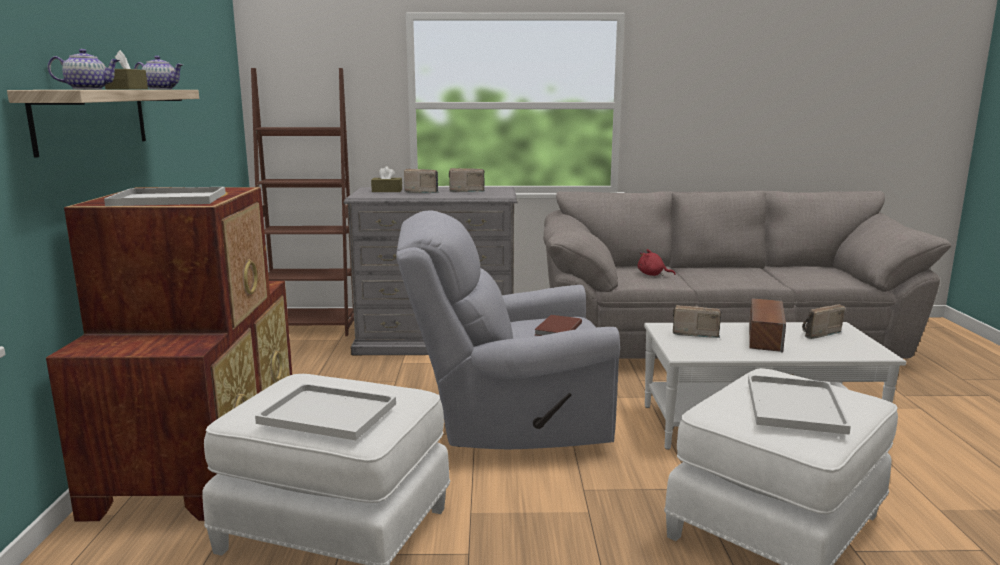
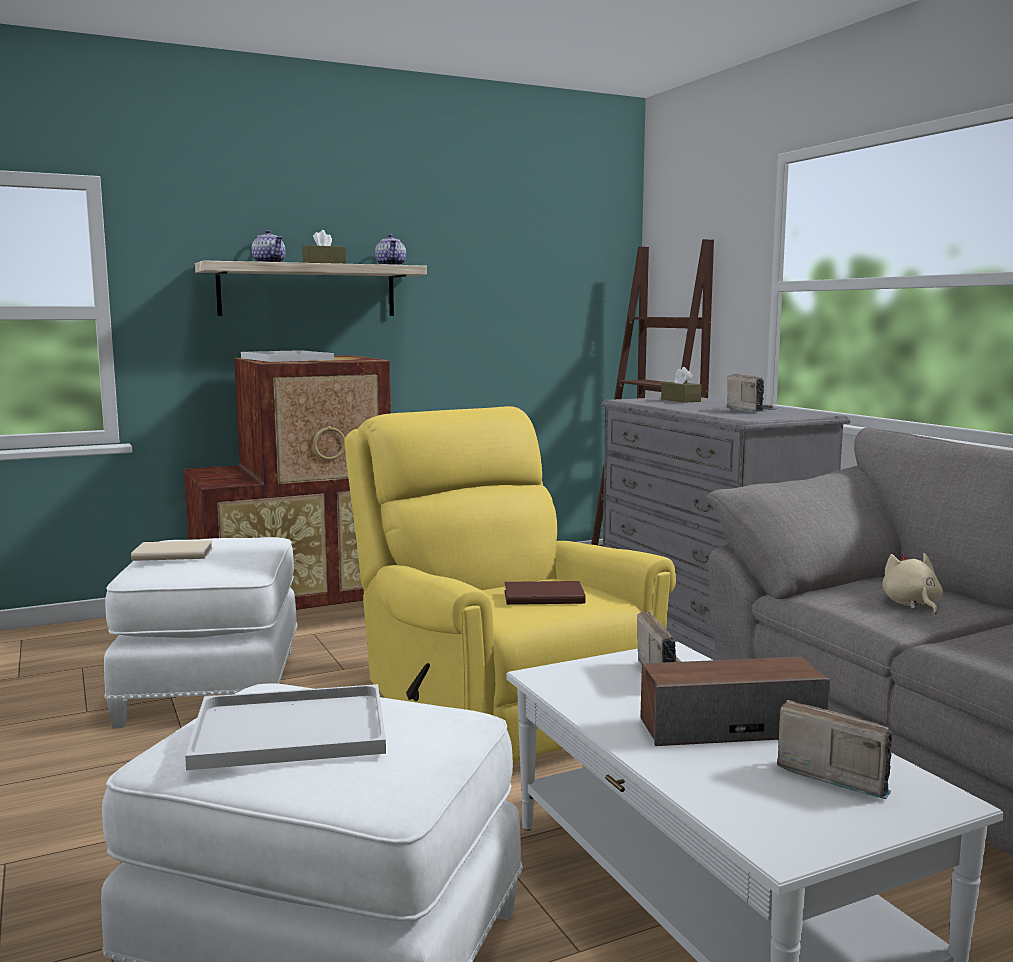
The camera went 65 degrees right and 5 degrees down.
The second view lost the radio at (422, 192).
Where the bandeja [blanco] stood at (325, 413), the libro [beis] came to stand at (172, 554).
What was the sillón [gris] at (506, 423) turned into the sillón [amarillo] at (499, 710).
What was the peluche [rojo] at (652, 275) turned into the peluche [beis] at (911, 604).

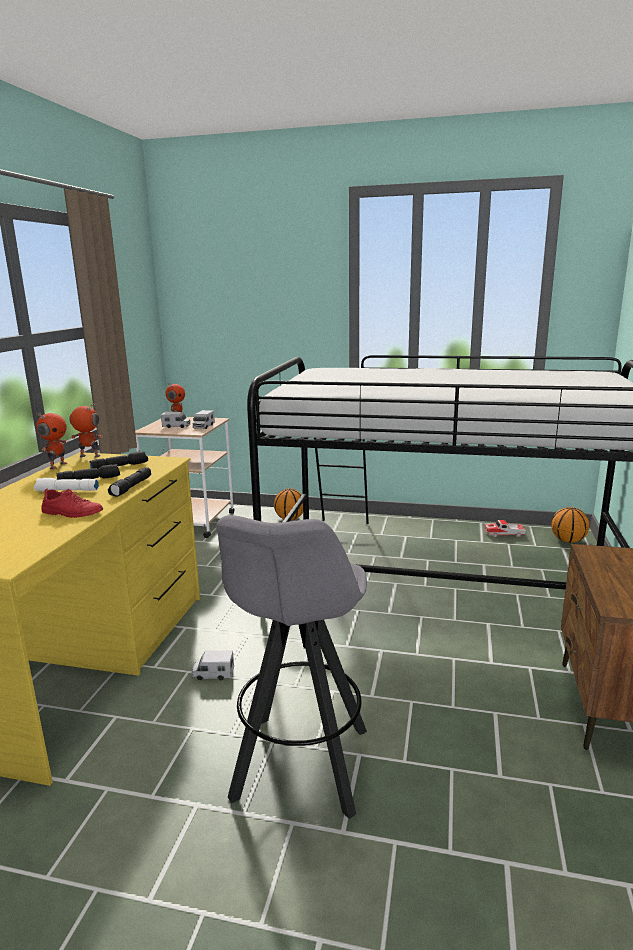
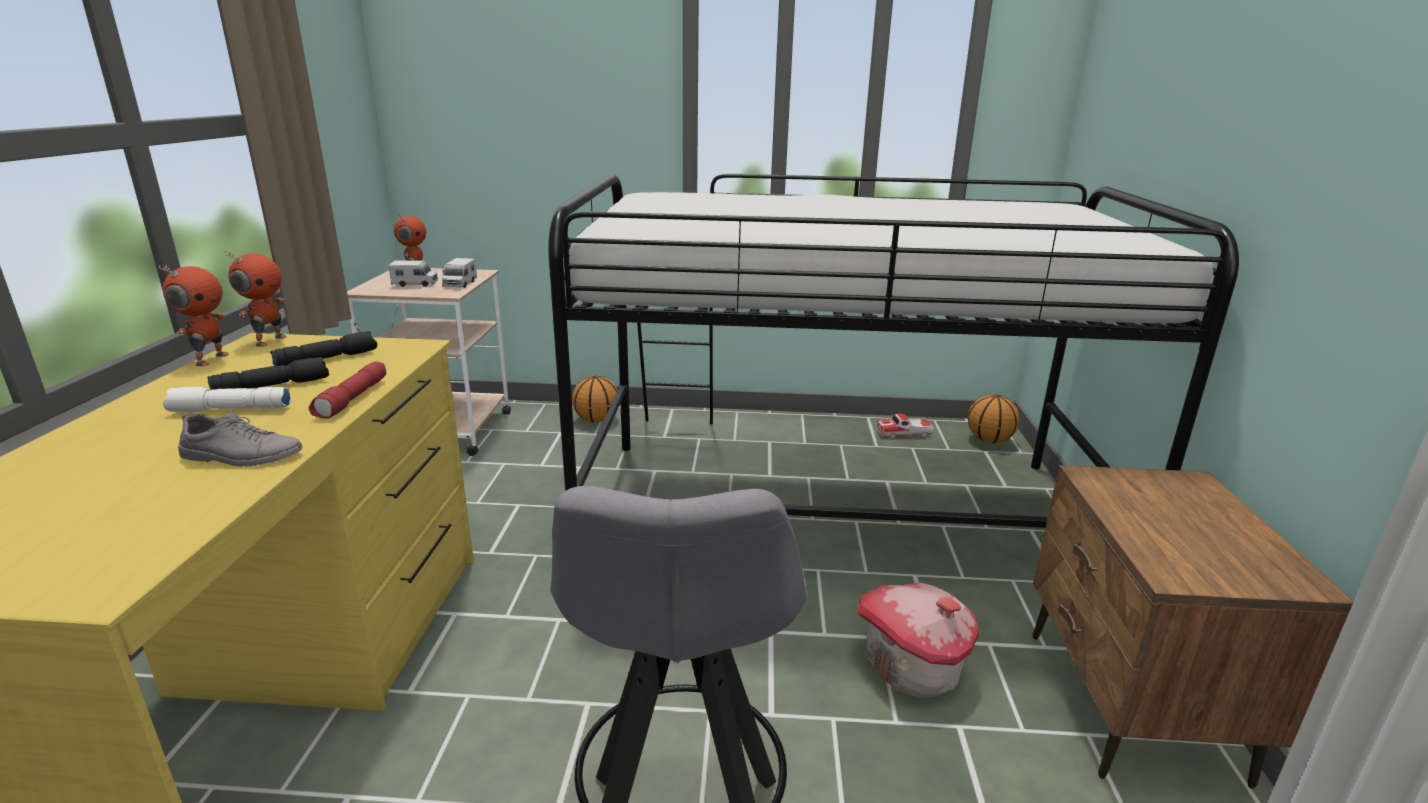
The camera went 10 degrees left and 5 degrees up.
The second view lost the camión de juguete at (213, 674).
The second view gained the casita at (912, 667).
What was the zapato [rojo] at (72, 513) turned into the zapato [gris] at (242, 456).
What was the linterna [negro] at (132, 487) turned into the linterna [rojo] at (353, 399).
The robot de juguete at (89, 456) ended up facing another way, 105 degrees clockwise from before.

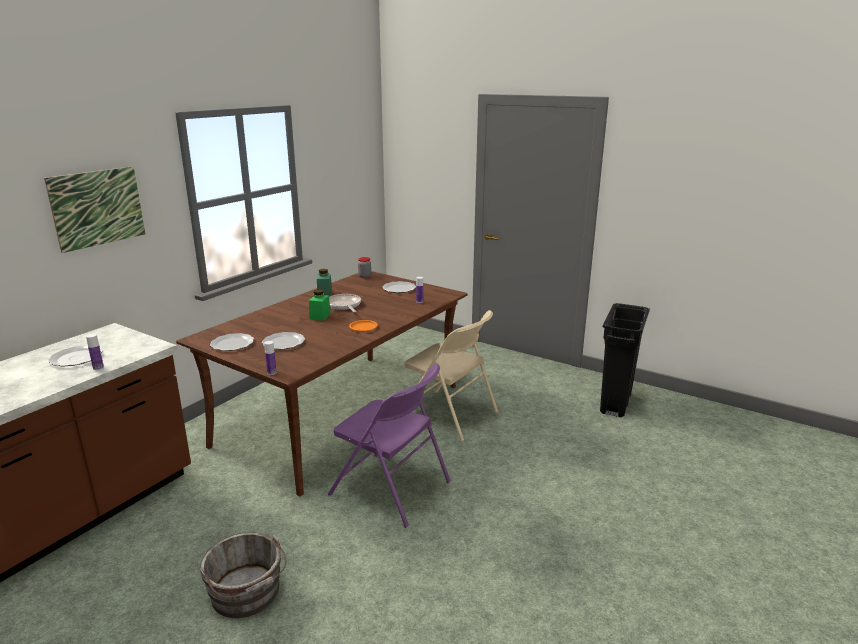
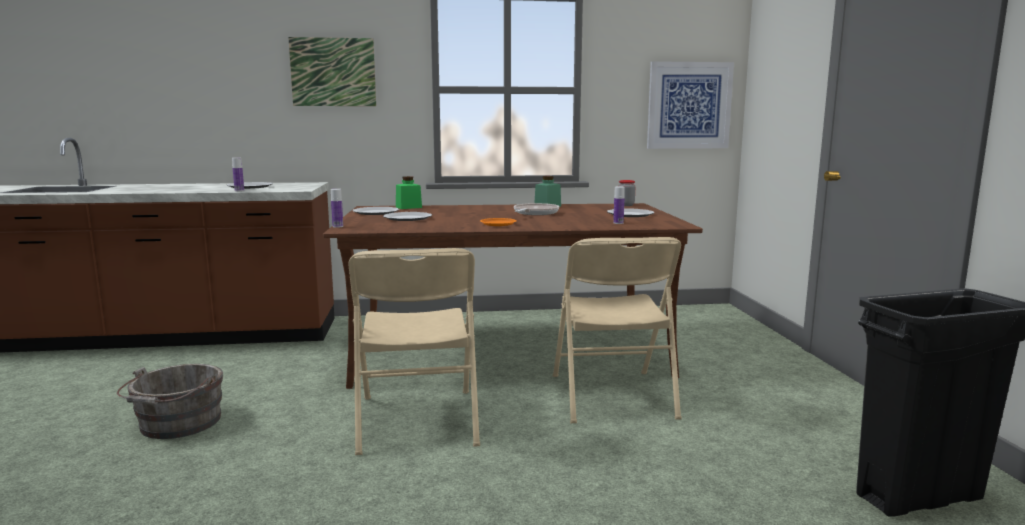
The camera went 50 degrees right and 10 degrees down.
The second view gained the cuadro at (689, 105).
The tarro [verde] ended up elsewhere, having gone from (320, 316) to (408, 207).
What was the silla [morado] at (390, 488) turned into the silla [beis] at (417, 420).

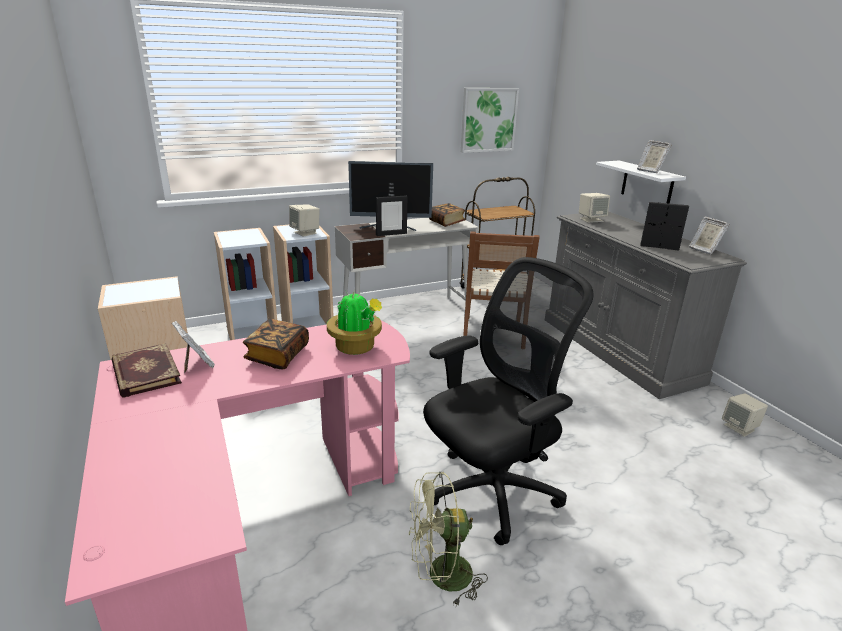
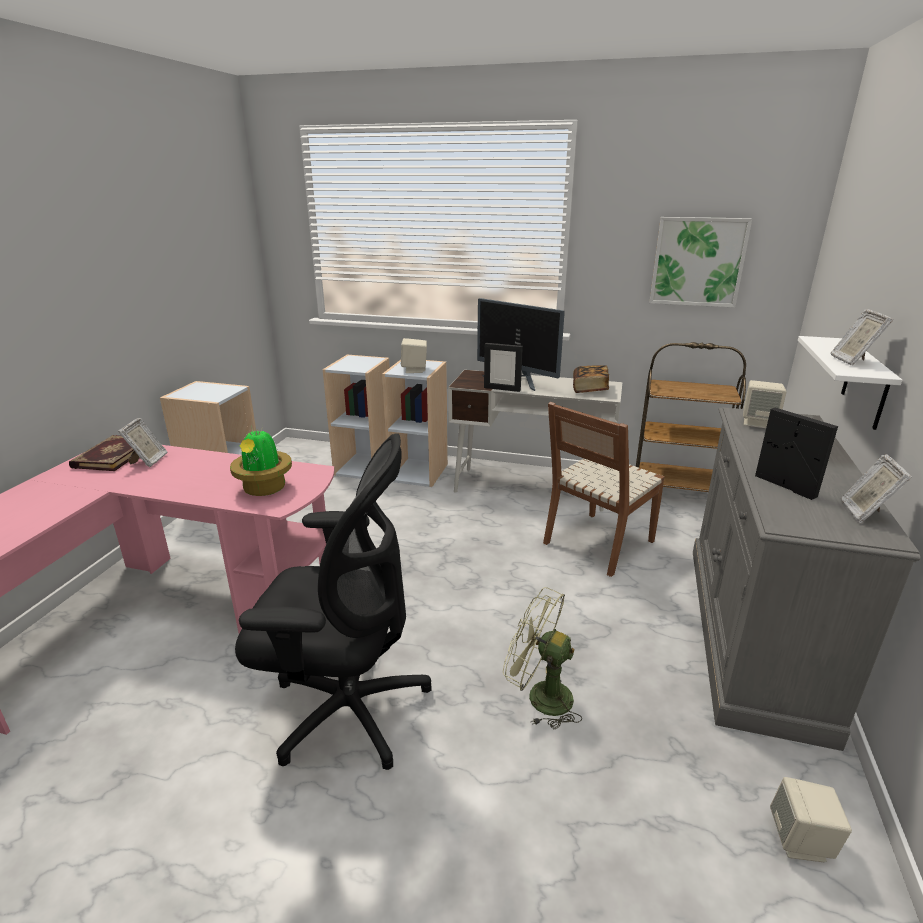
The camera went 40 degrees right and 0 degrees up.
The second view lost the libro at (278, 355).
The ventilador [verde] ended up elsewhere, having gone from (441, 576) to (540, 696).

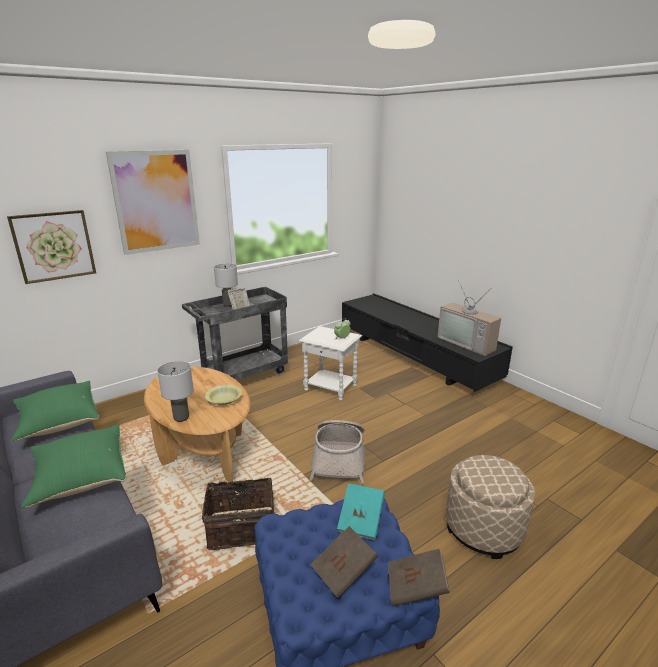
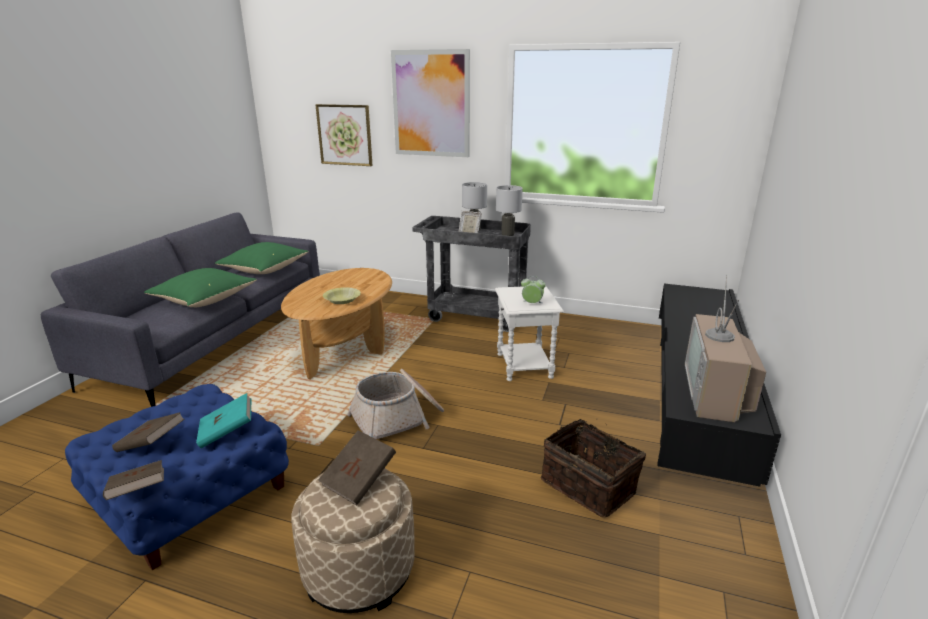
The camera went 55 degrees right and 0 degrees up.
The second view gained the libro [marrón] at (359, 480).
The lámpara de mesa [blanco] ended up elsewhere, having gone from (180, 418) to (507, 235).
The cesta ended up elsewhere, having gone from (241, 526) to (589, 485).

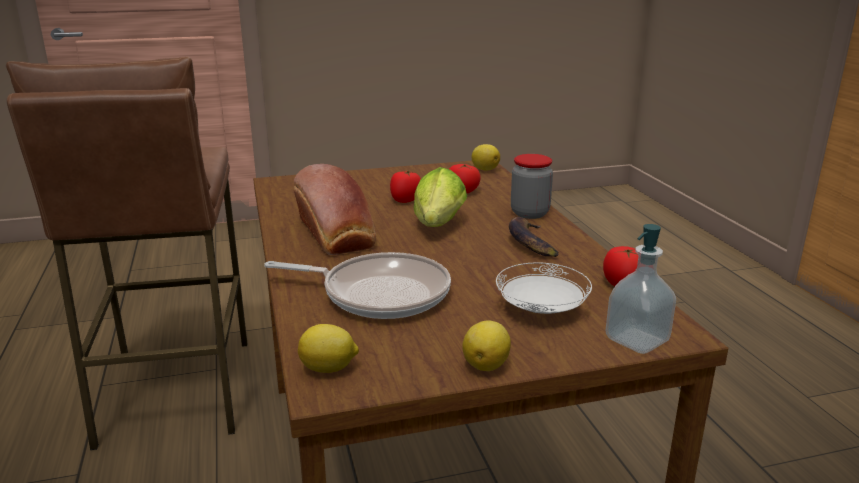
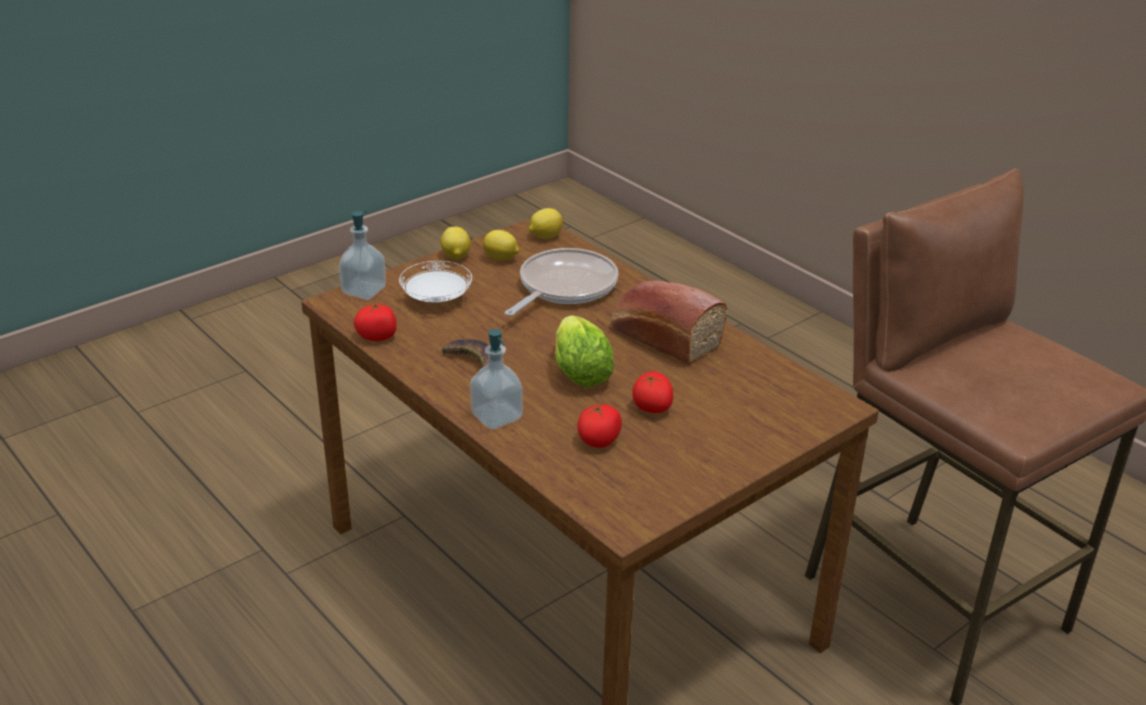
The camera went 155 degrees right and 10 degrees up.
The limón ended up elsewhere, having gone from (484, 169) to (501, 259).
Where the tarro stood at (529, 213), the dispensador de jabón came to stand at (496, 417).
The sartén at (379, 293) ended up facing another way, 135 degrees clockwise from before.

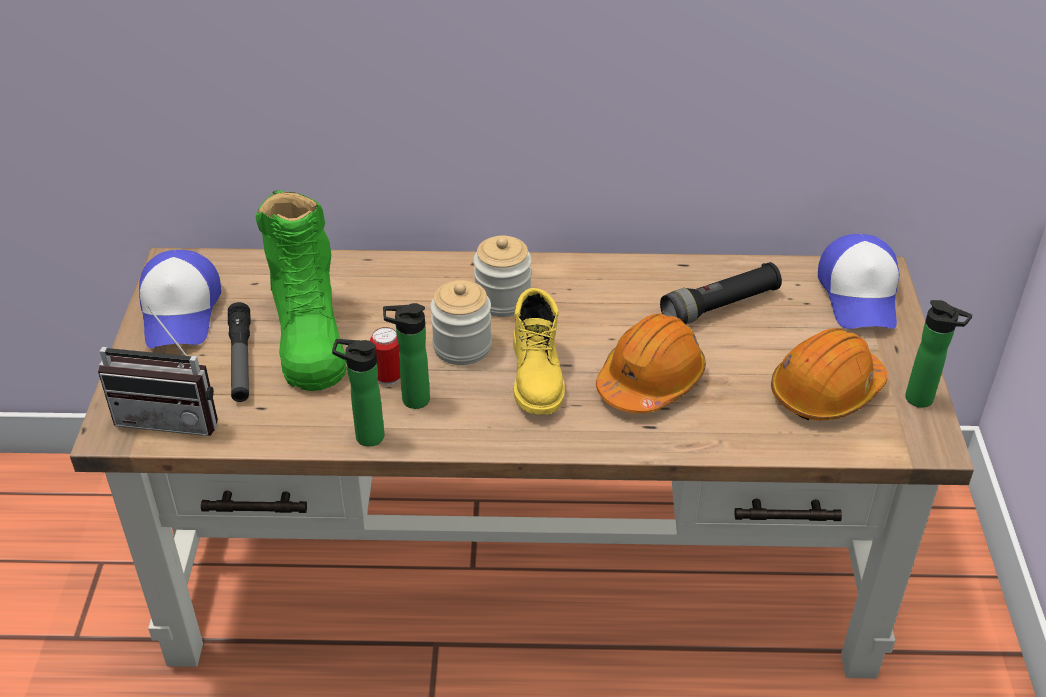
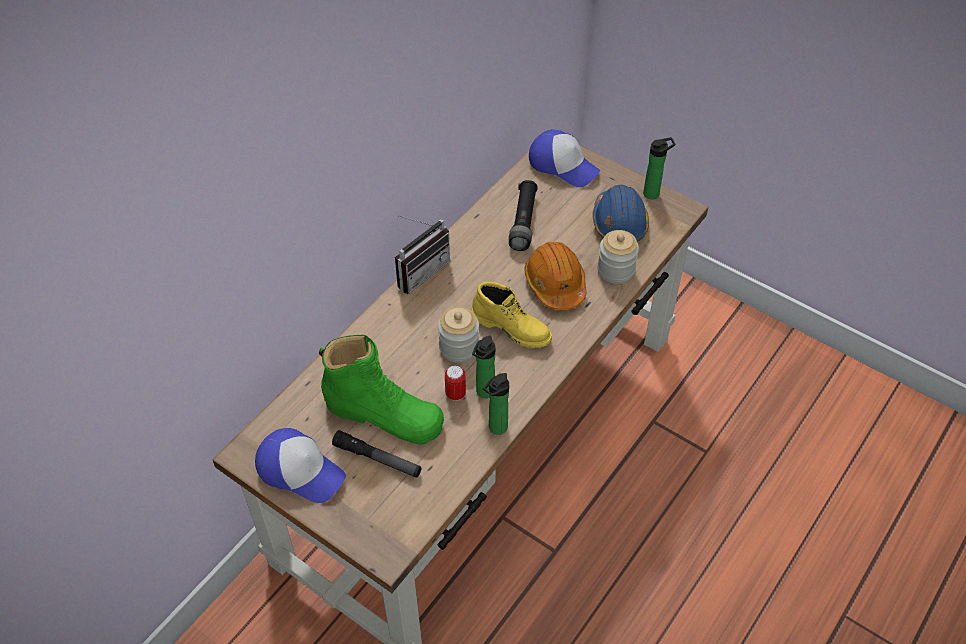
The camera went 55 degrees left and 10 degrees up.
The radio ended up elsewhere, having gone from (172, 416) to (419, 270).
The tarro ended up elsewhere, having gone from (503, 300) to (615, 270).
What was the casco [naranja] at (826, 391) turned into the casco [azul] at (619, 223).

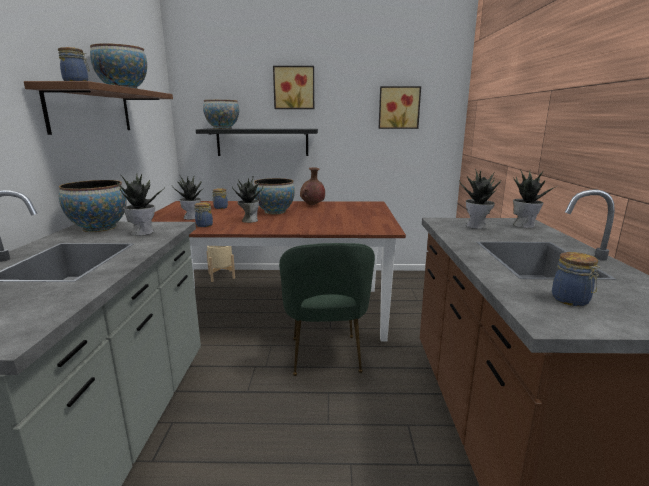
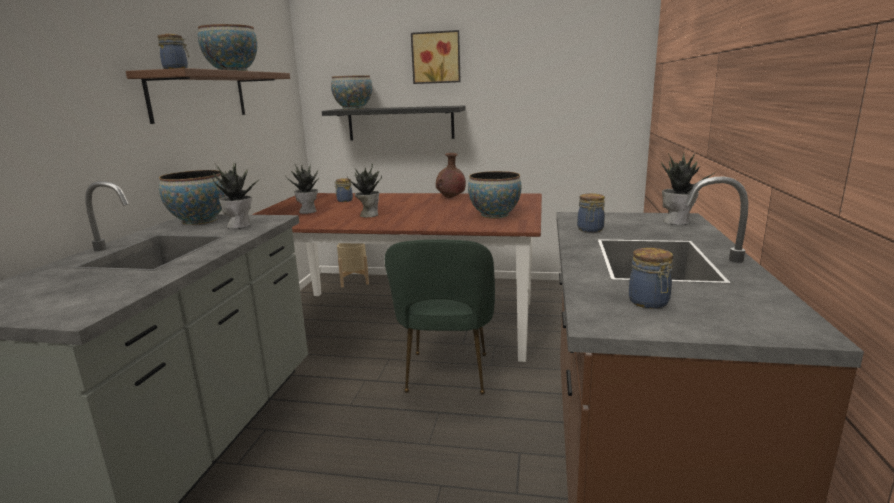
The camera went 10 degrees right and 0 degrees up.
The second view lost the cuadro at (398, 107).
The second view lost the planta en maceta at (477, 226).
The tarro ended up elsewhere, having gone from (204, 225) to (590, 230).
The cuenco ended up elsewhere, having gone from (275, 212) to (494, 215).

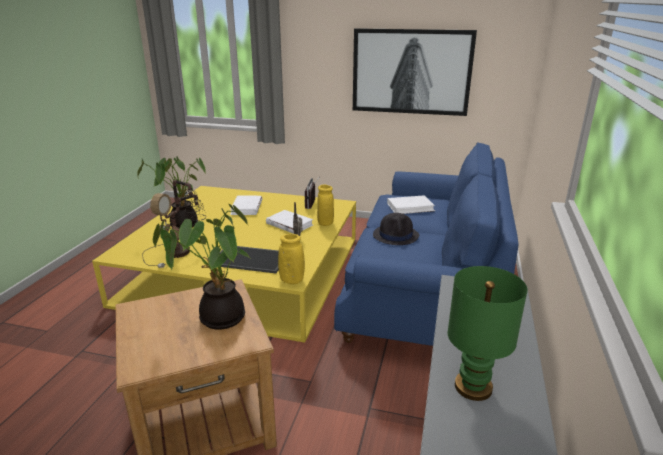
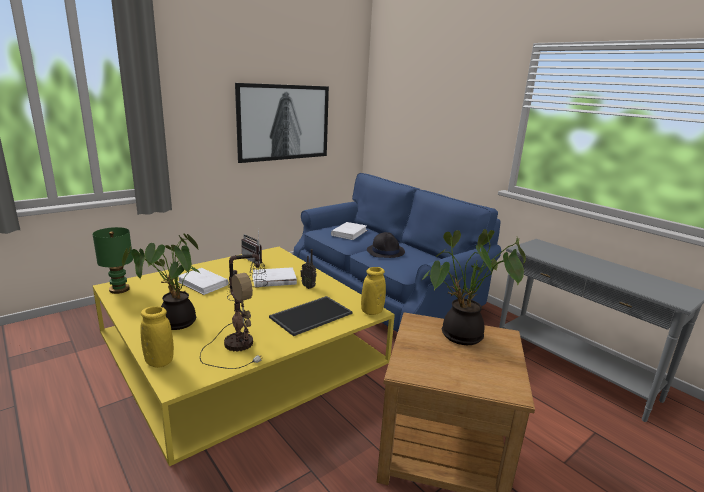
The camera went 55 degrees left and 5 degrees down.
The florero [amarillo] ended up elsewhere, having gone from (325, 223) to (159, 362).
The lámpara de mesa [verde] ended up elsewhere, having gone from (473, 388) to (119, 289).

